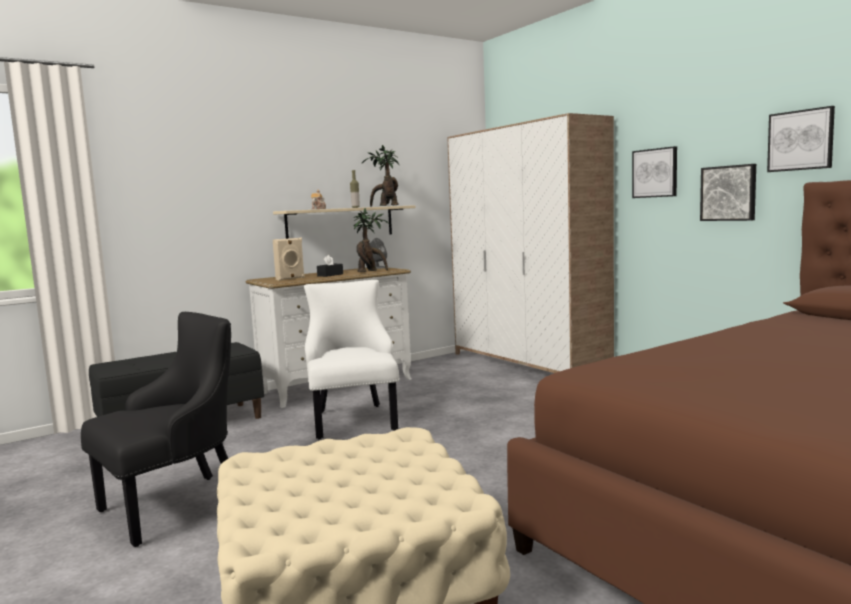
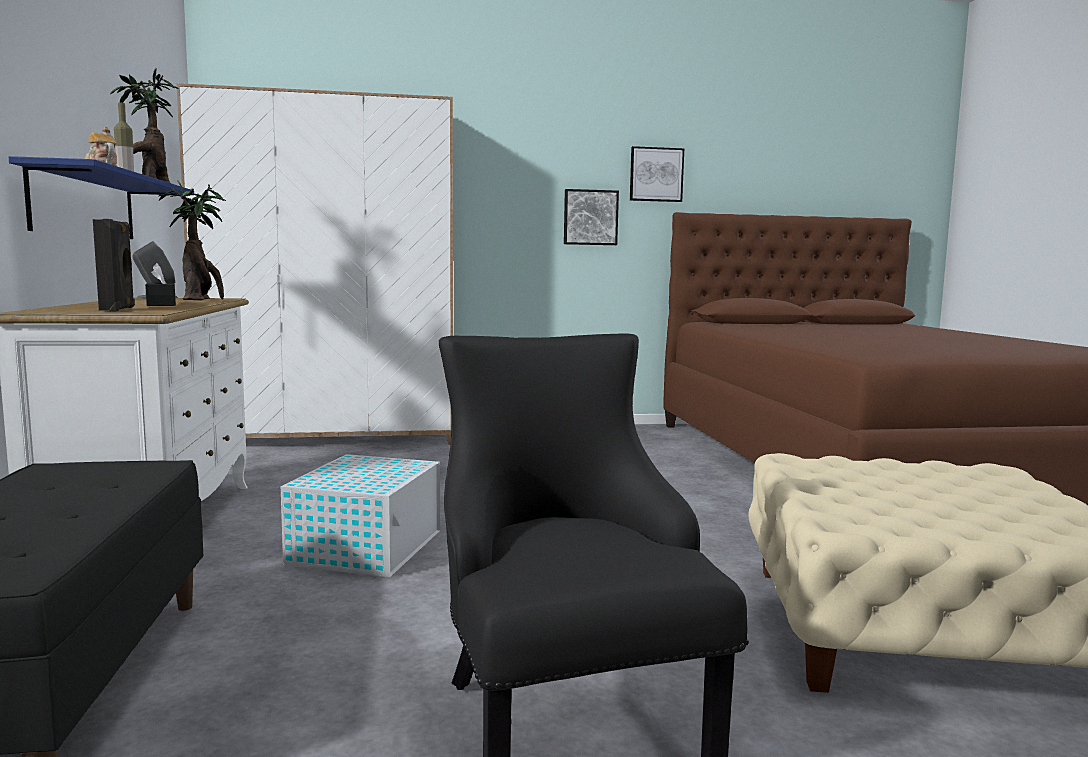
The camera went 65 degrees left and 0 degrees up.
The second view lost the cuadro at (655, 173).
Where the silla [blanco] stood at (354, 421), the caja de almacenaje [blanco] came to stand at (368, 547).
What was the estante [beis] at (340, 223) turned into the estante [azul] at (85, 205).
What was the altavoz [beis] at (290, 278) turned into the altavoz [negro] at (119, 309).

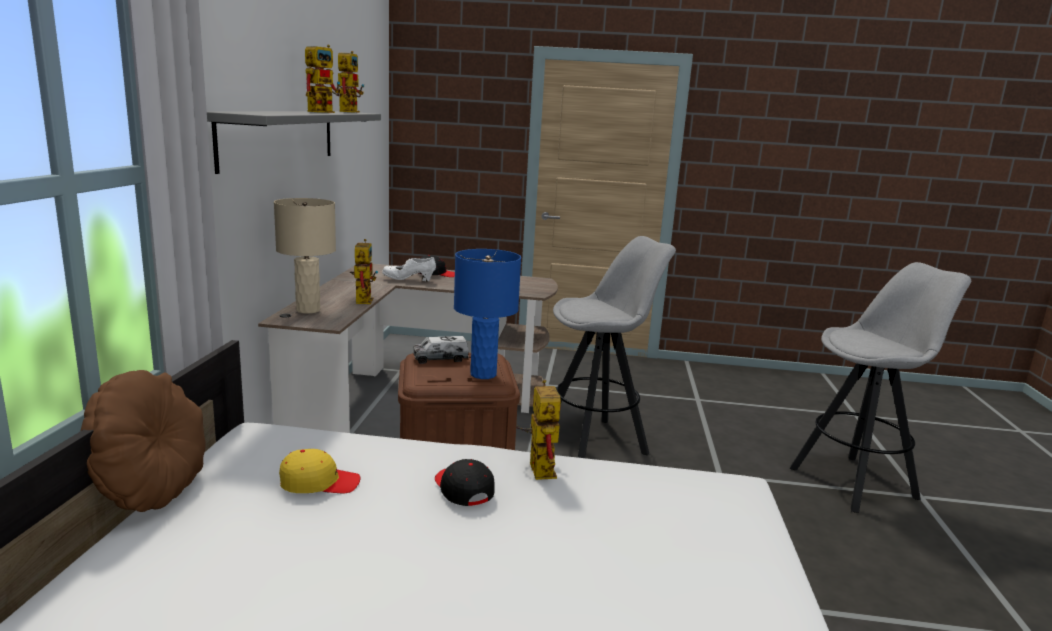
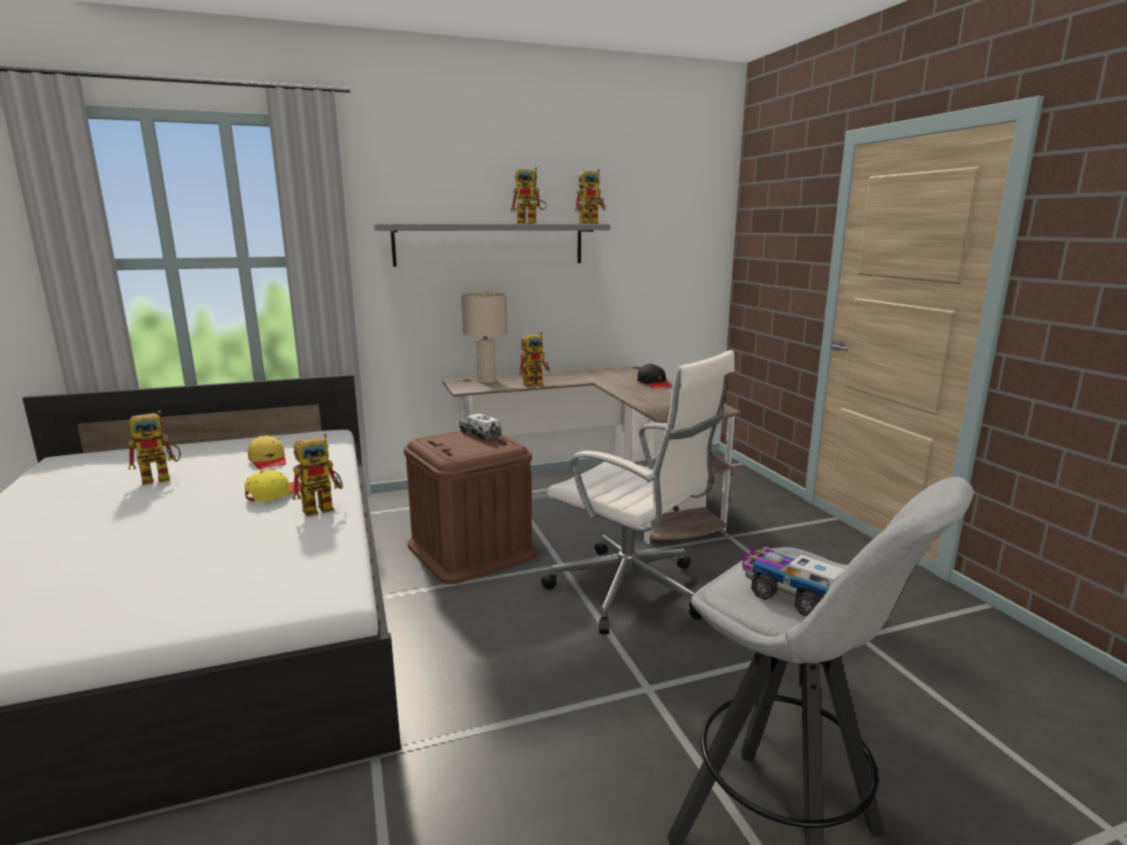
The camera went 65 degrees right and 0 degrees up.
The second view lost the cojín [marrón] at (153, 494).
The second view lost the zapato [blanco] at (409, 280).
The second view lost the lámpara de mesa [azul] at (483, 374).
The second view gained the robot de juguete at (163, 478).
The second view gained the camión de juguete at (791, 595).
Where the taburete [gris] stood at (597, 442), the silla de oficina [blanco] came to stand at (631, 592).
What was the gorra [negro] at (463, 489) turned into the gorra [amarillo] at (275, 493).

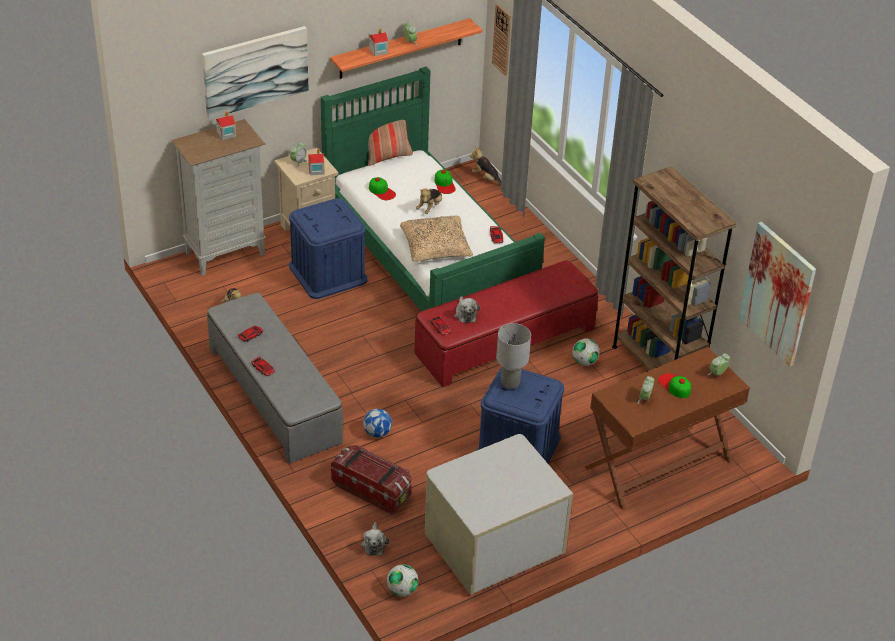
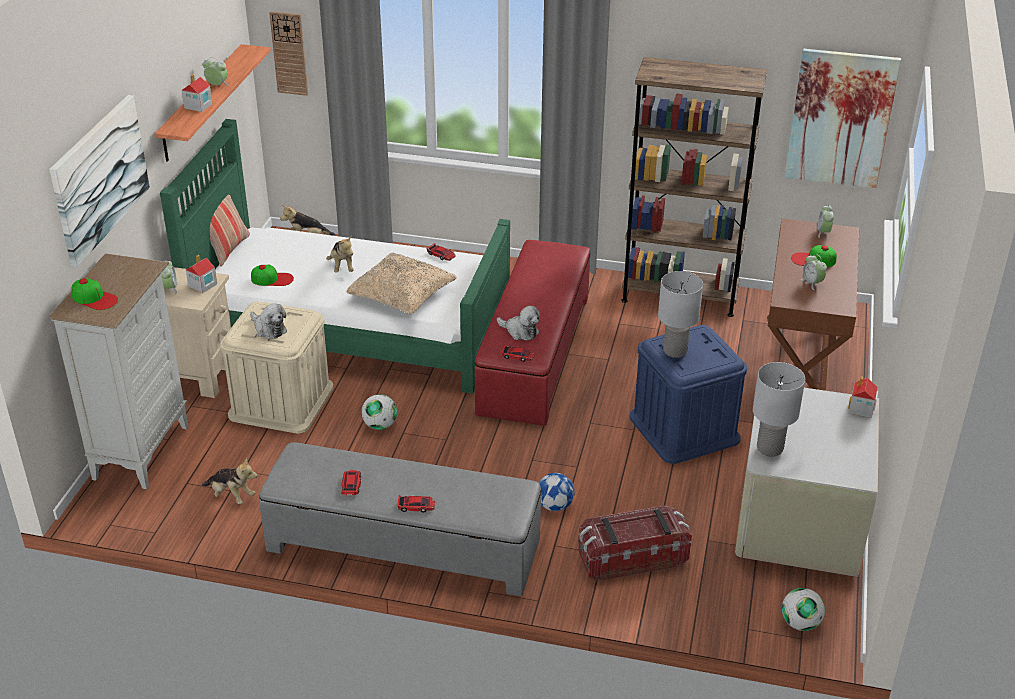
The camera went 45 degrees left and 5 degrees down.
The second view gained the lámpara de mesa [gris] at (770, 451).
The casita ended up elsewhere, having gone from (226, 134) to (861, 409).
The peluche ended up elsewhere, having gone from (374, 544) to (269, 329).
The gorra ended up elsewhere, having gone from (444, 184) to (94, 298).
The balón de fútbol ended up elsewhere, having gone from (584, 362) to (380, 425).
What was the caja de almacenaje [azul] at (328, 273) turned into the caja de almacenaje [beis] at (281, 401).

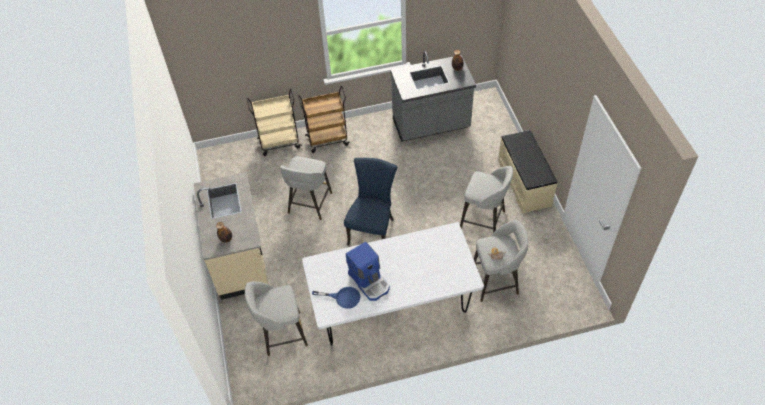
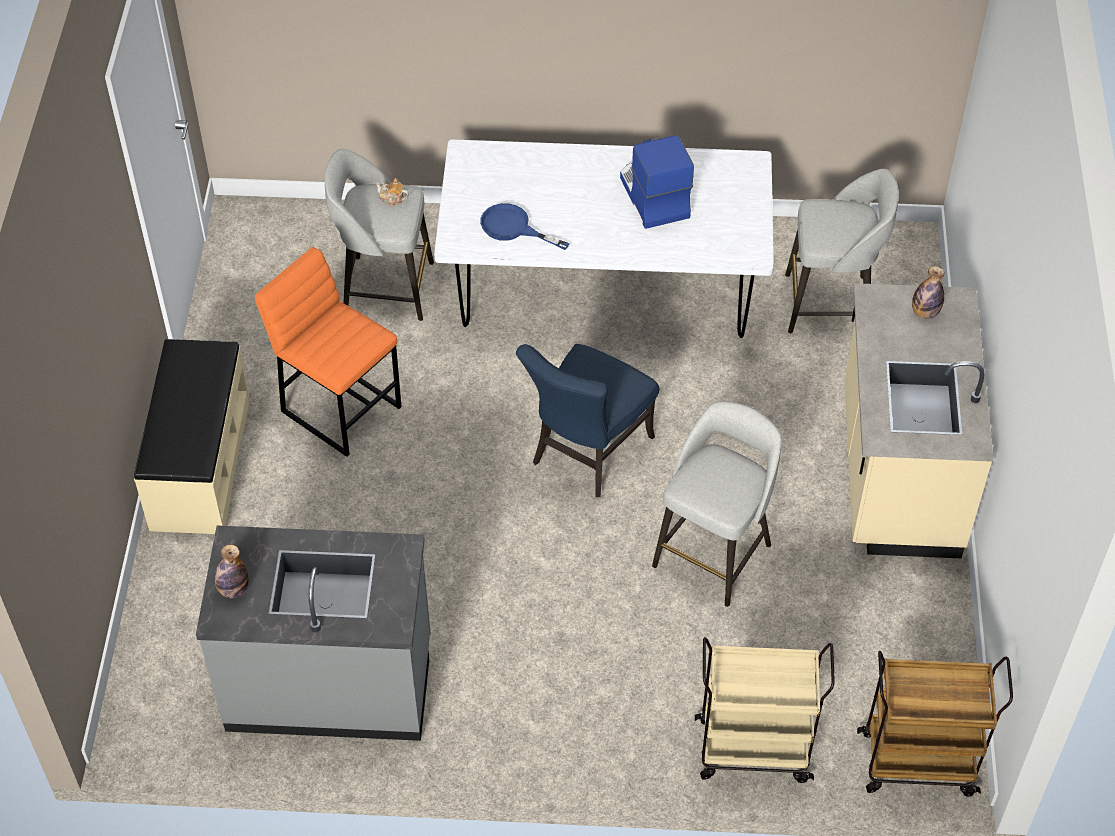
The camera went 165 degrees left and 0 degrees up.
The carrito [marrón] ended up elsewhere, having gone from (328, 140) to (916, 764).
The sartén [azul] ended up elsewhere, having gone from (343, 298) to (513, 228).
Where the taburete [gris] stood at (484, 220), the silla [naranja] came to stand at (339, 407).

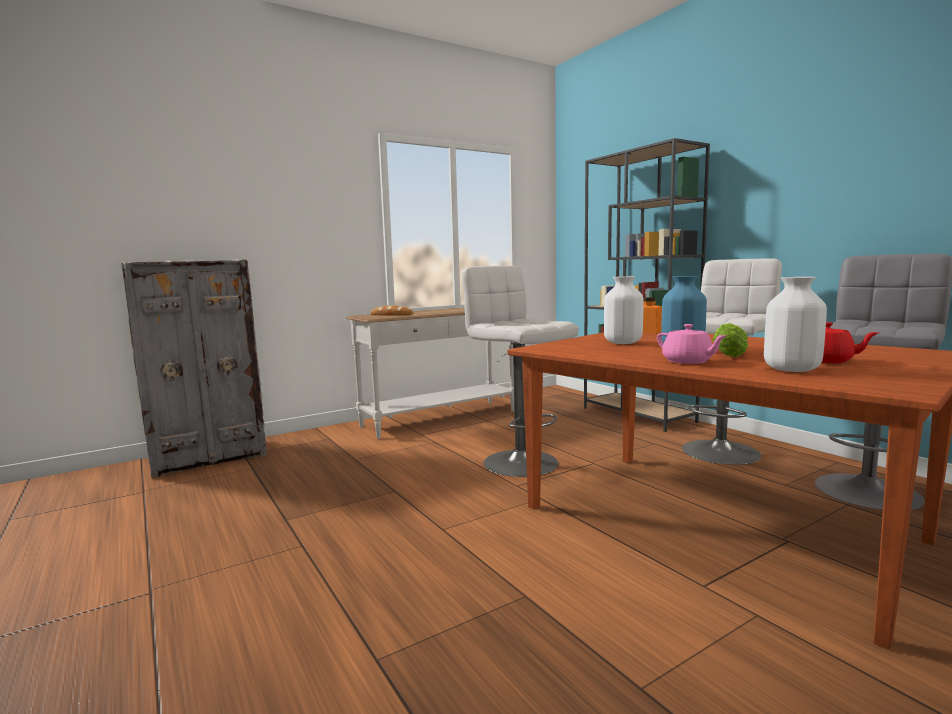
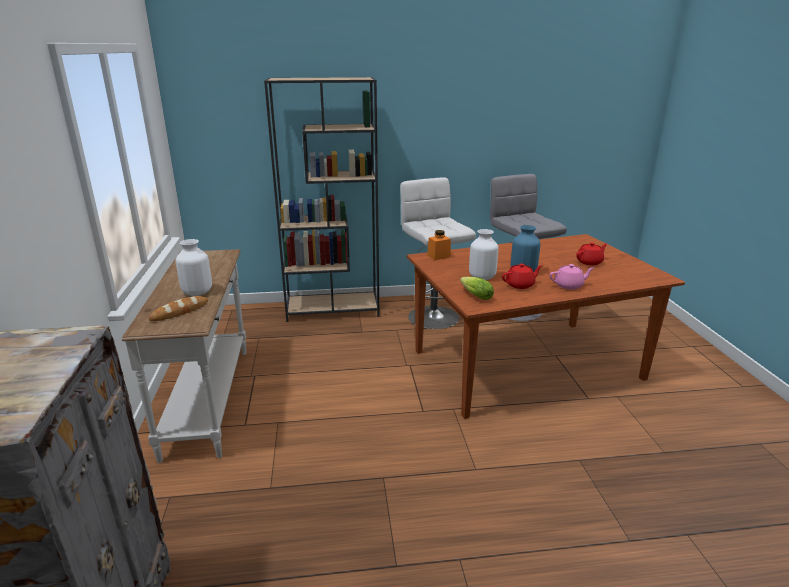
The camera went 65 degrees left and 15 degrees up.
The second view lost the taburete [blanco] at (520, 463).
The second view gained the tetera [rojo] at (520, 285).
The lechuga ended up elsewhere, having gone from (731, 354) to (474, 295).
The florero [blanco] ended up elsewhere, having gone from (791, 370) to (197, 292).

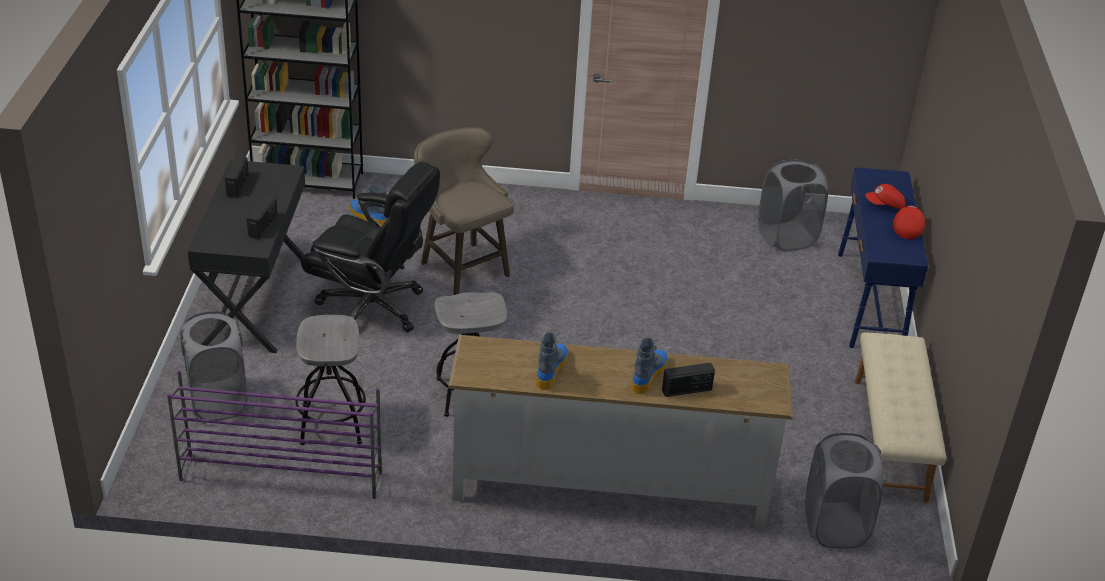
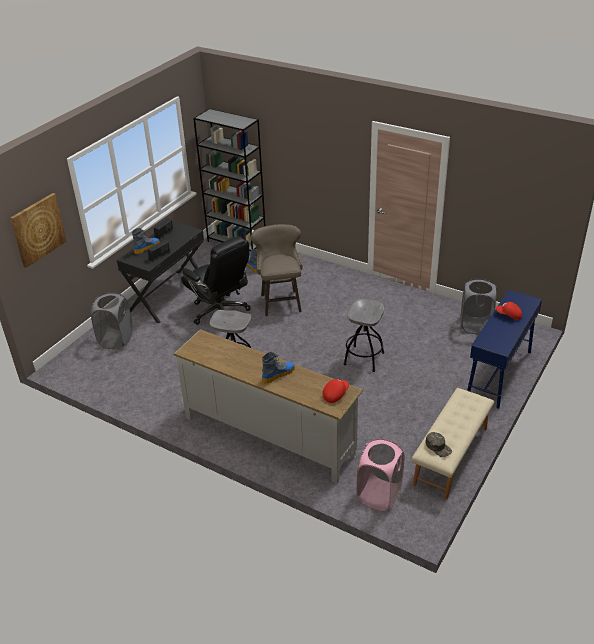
The camera went 30 degrees right and 0 degrees up.
The second view lost the zapatero [morado] at (280, 476).
The second view lost the radio at (687, 390).
The second view gained the cuadro at (38, 229).
The second view gained the gorra [verde] at (438, 447).
The taburete [gris] ended up elsewhere, having gone from (332, 423) to (364, 358).
The bota ended up elsewhere, having gone from (551, 369) to (147, 247).
The gorra [rojo] ended up elsewhere, having gone from (907, 228) to (335, 394).
What was the cesto de la ropa [gris] at (835, 526) turned into the cesto de la ropa [rosa] at (379, 495).

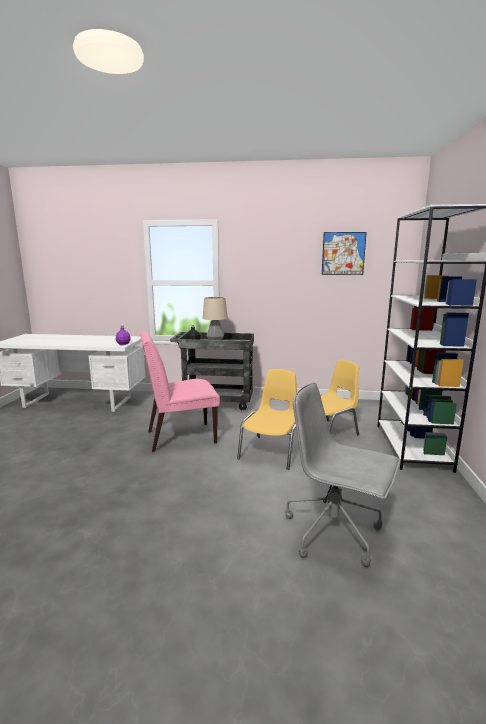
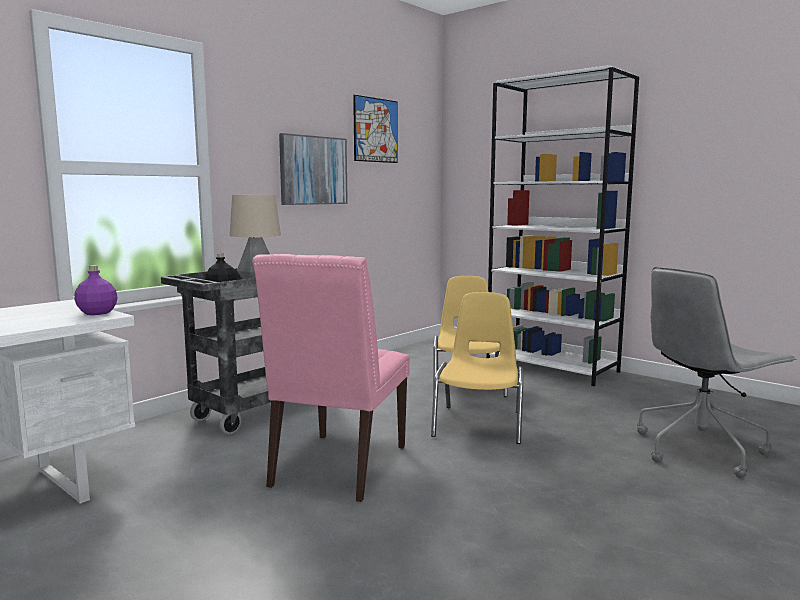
The camera went 55 degrees left and 5 degrees down.
The second view gained the cuadro at (313, 170).
The silla [amarillo] at (272, 451) ended up facing another way, 45 degrees clockwise from before.

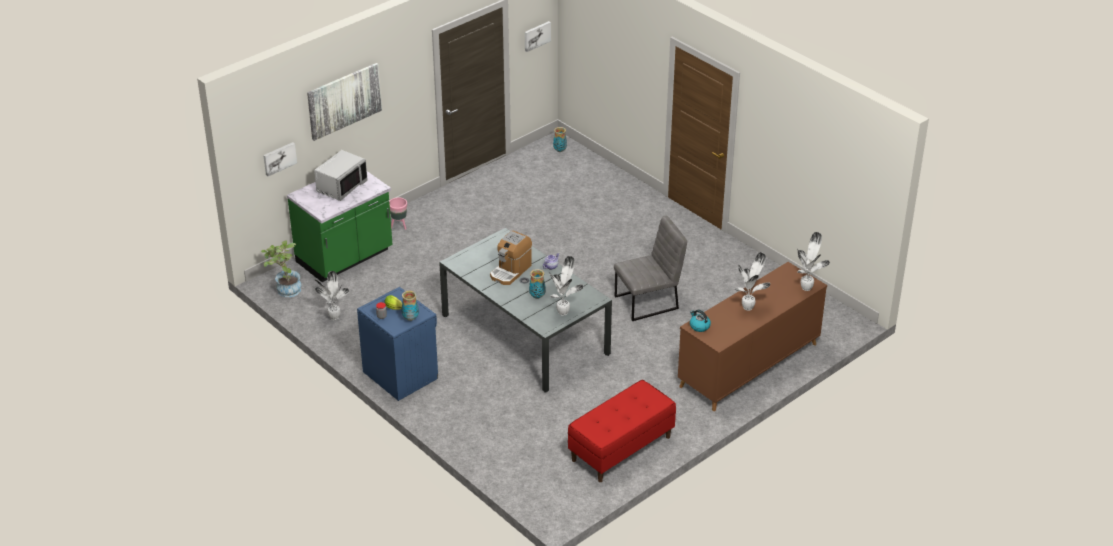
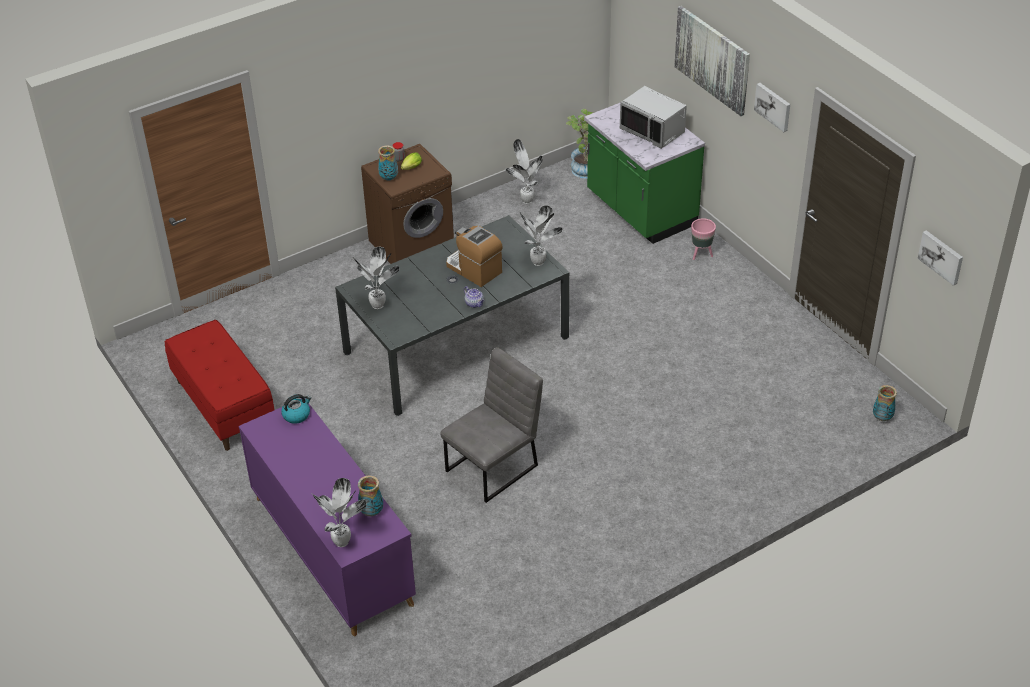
The camera went 100 degrees right and 5 degrees up.
The cuadro ended up elsewhere, having gone from (279, 158) to (773, 106).
The florero ended up elsewhere, having gone from (537, 296) to (372, 512).
The planta en maceta ended up elsewhere, having gone from (748, 307) to (539, 263).
What was the lavadora [azul] at (401, 374) turned into the lavadora [marrón] at (412, 245).
What was the cómoda [marrón] at (749, 365) turned into the cómoda [morado] at (333, 550).
The silla [gris] at (648, 302) ended up facing another way, 120 degrees counterclockwise from before.

